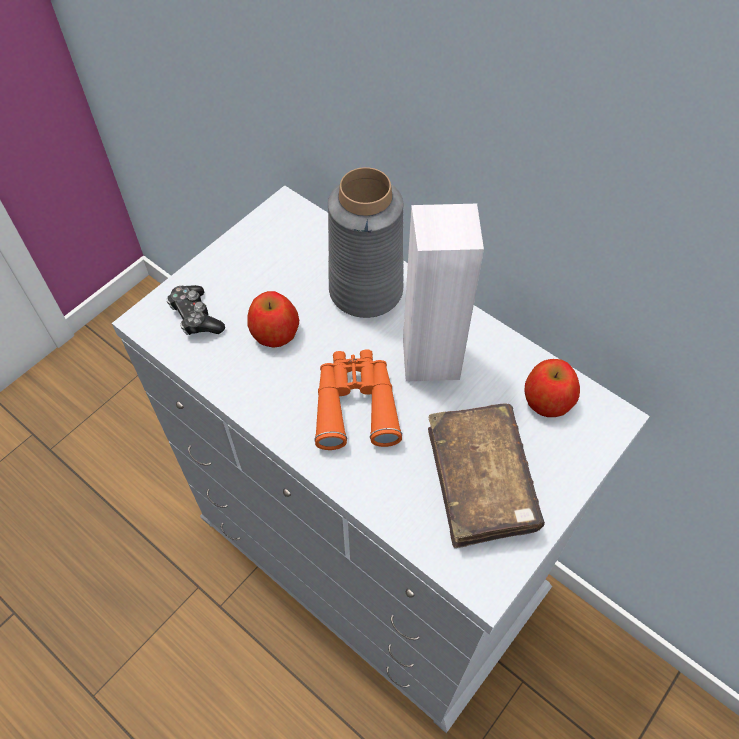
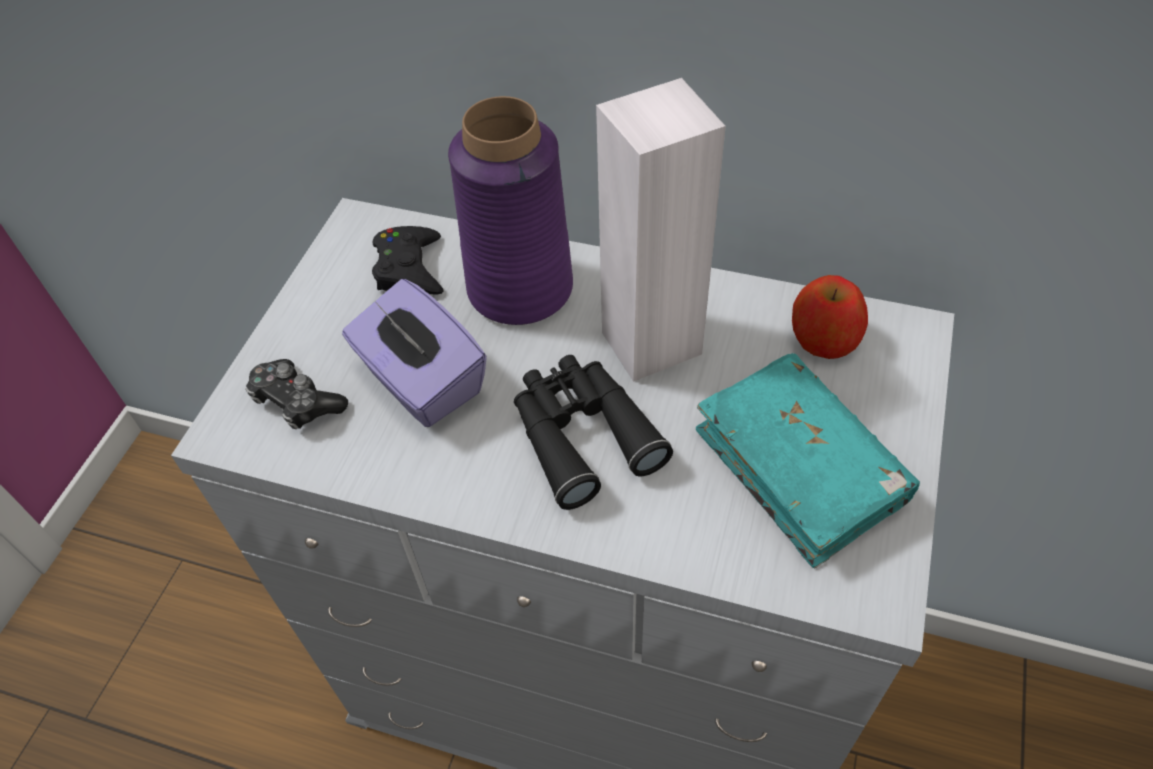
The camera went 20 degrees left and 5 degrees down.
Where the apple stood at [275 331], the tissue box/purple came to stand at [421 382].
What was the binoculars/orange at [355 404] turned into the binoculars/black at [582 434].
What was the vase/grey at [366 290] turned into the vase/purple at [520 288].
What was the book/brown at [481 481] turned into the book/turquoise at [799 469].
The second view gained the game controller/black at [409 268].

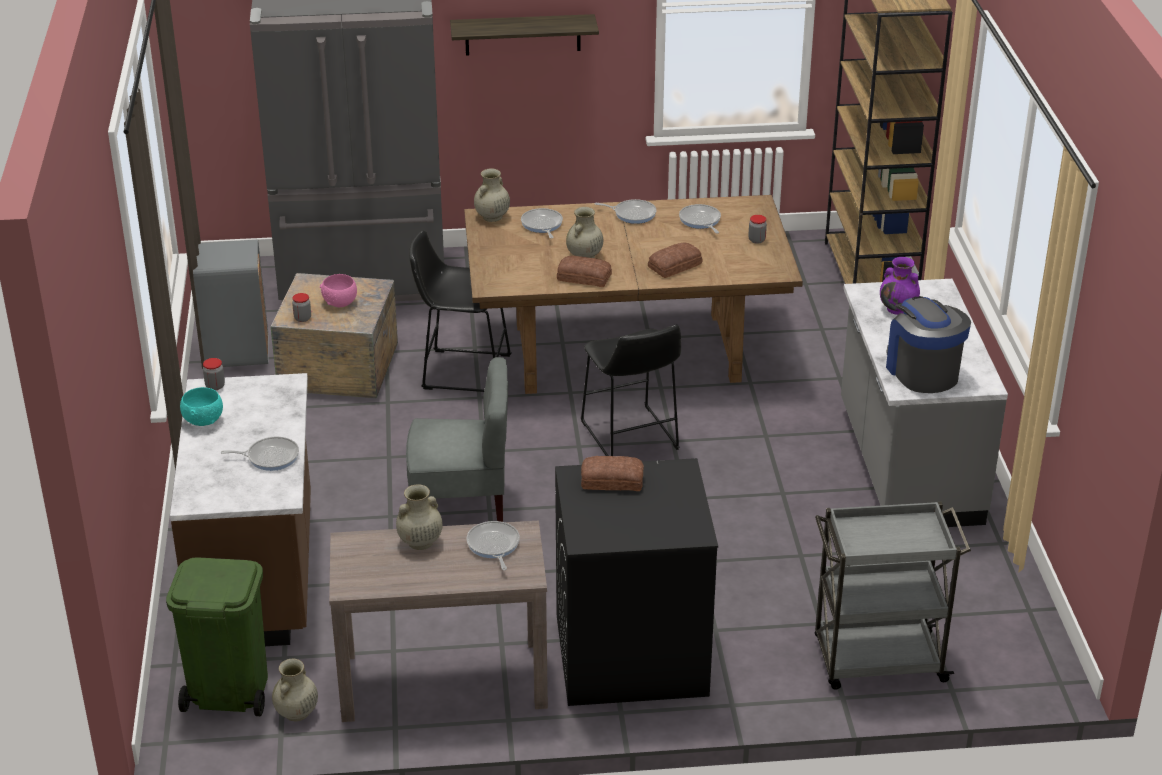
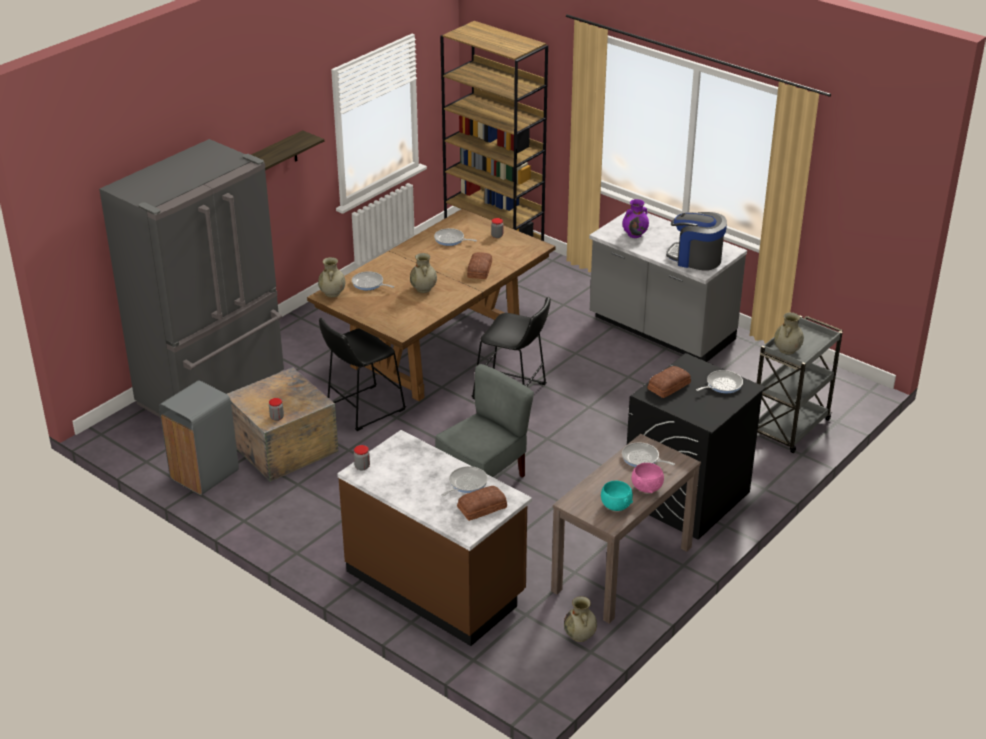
The camera went 45 degrees left and 0 degrees up.
The second view lost the trash can/green at [228 691].
The bowl/turquoise ended up elsewhere, having gone from [204 420] to [615 506].
The bowl/pink ended up elsewhere, having gone from [340 303] to [647 488].
The vase/beige ended up elsewhere, having gone from [419 542] to [787 350].
The bread ended up elsewhere, having gone from [584 277] to [481 507].
The frying pan ended up elsewhere, having gone from [632 214] to [722 385].

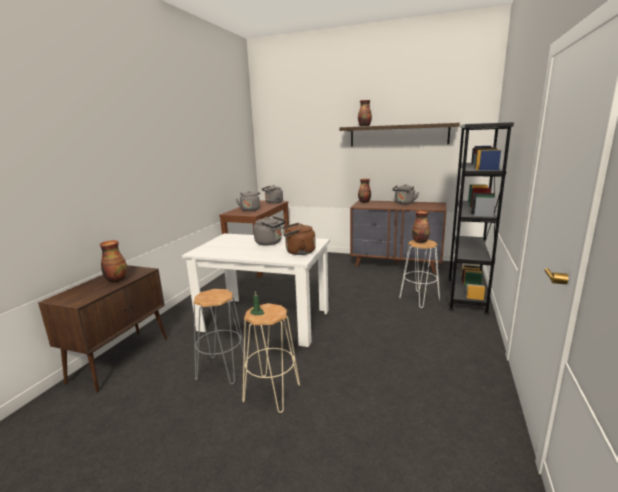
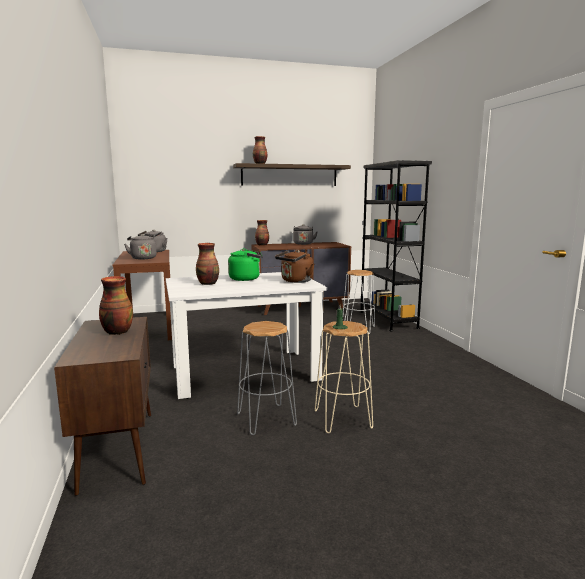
The camera went 35 degrees left and 5 degrees down.
What was the kettle/grey at [270 243] turned into the kettle/green at [246 279].
The vase ended up elsewhere, having gone from [420 241] to [208 283].

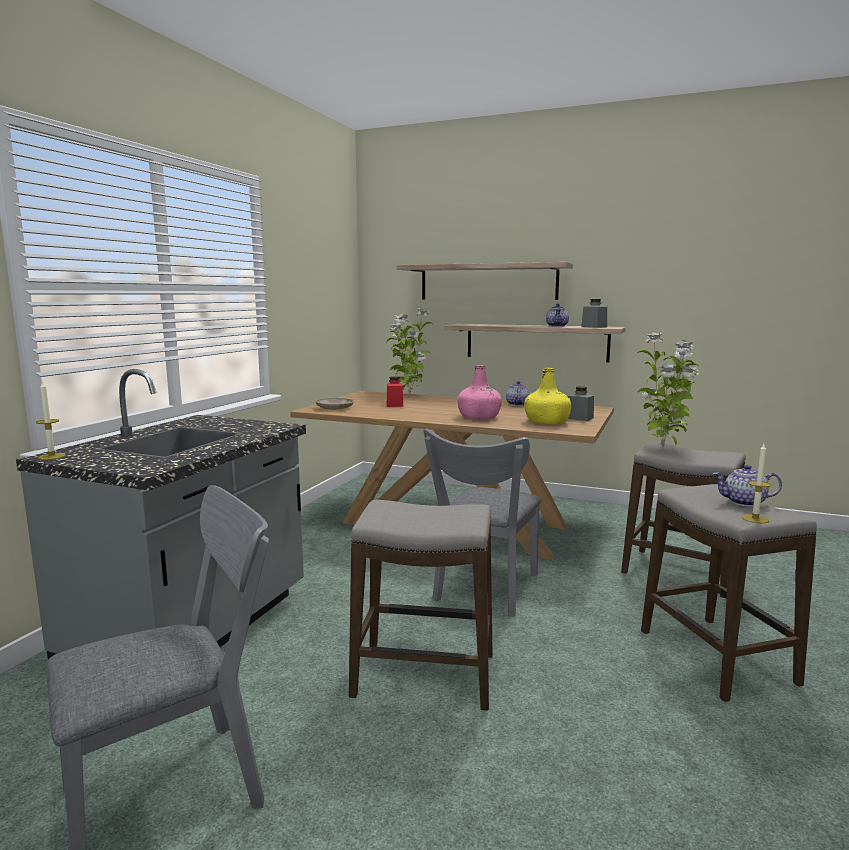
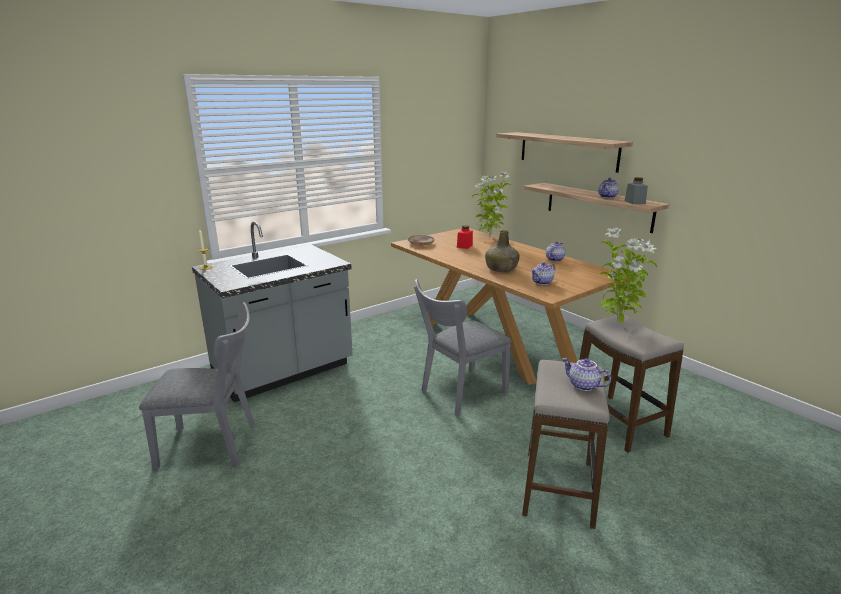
The camera went 30 degrees right and 10 degrees up.
The second view lost the stool at [424 675].
What was the bottle/pink at [479 417] turned into the bottle/green at [501 269].
Where the bottle/yellow stood at [547 422], the teapot came to stand at [542 282].
The second view lost the jar/grey at [579 418].
The second view lost the candle at [755 519].

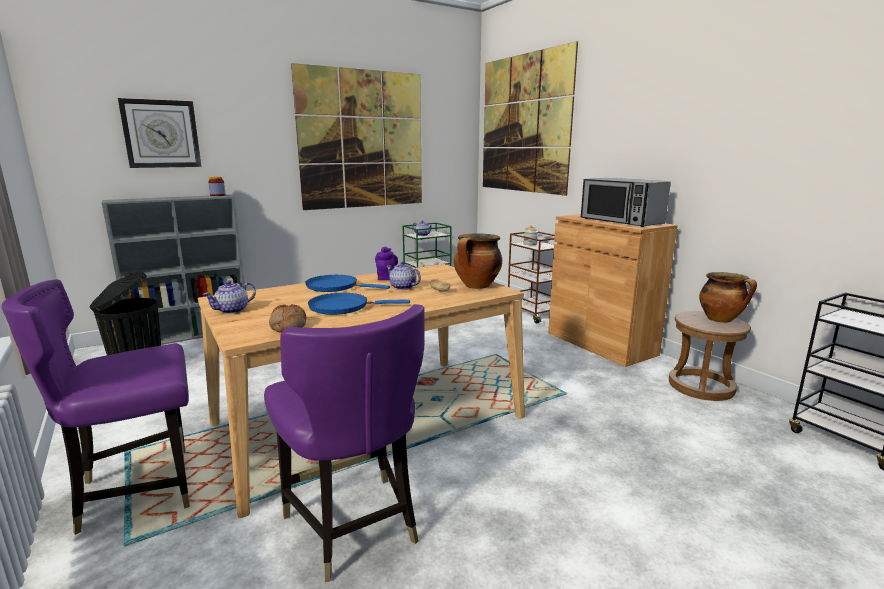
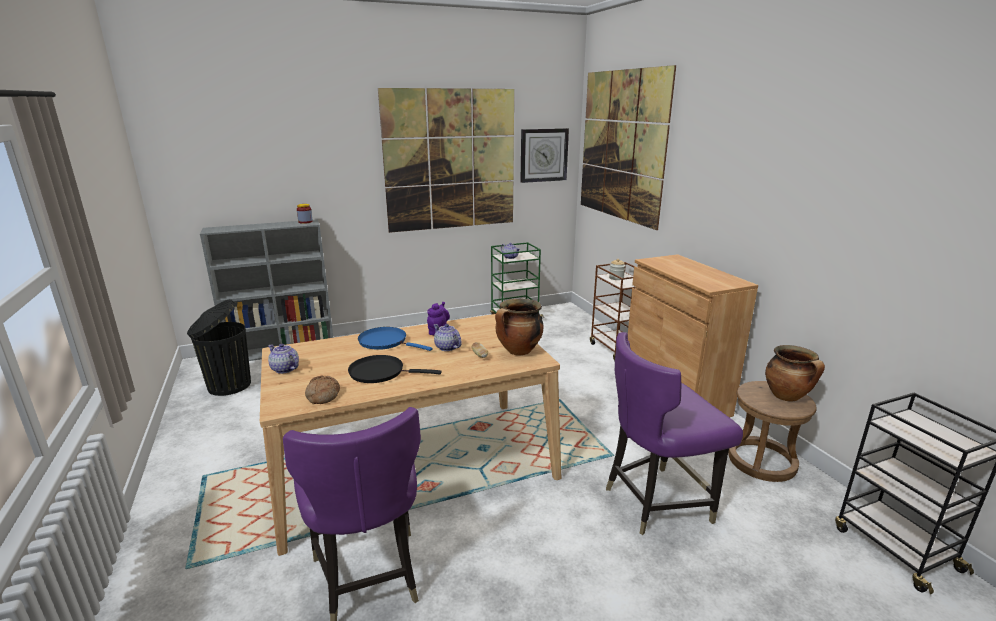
The camera went 10 degrees right and 5 degrees up.
The chair/purple ended up elsewhere, having gone from [138 490] to [656 501].
The wall clock ended up elsewhere, having gone from [161 134] to [543 155].
The teapot at [232 310] ended up facing another way, 75 degrees clockwise from before.
What was the frying pan/blue at [343 307] turned into the frying pan/black at [380 372].
The second view lost the microwave at [620 221].

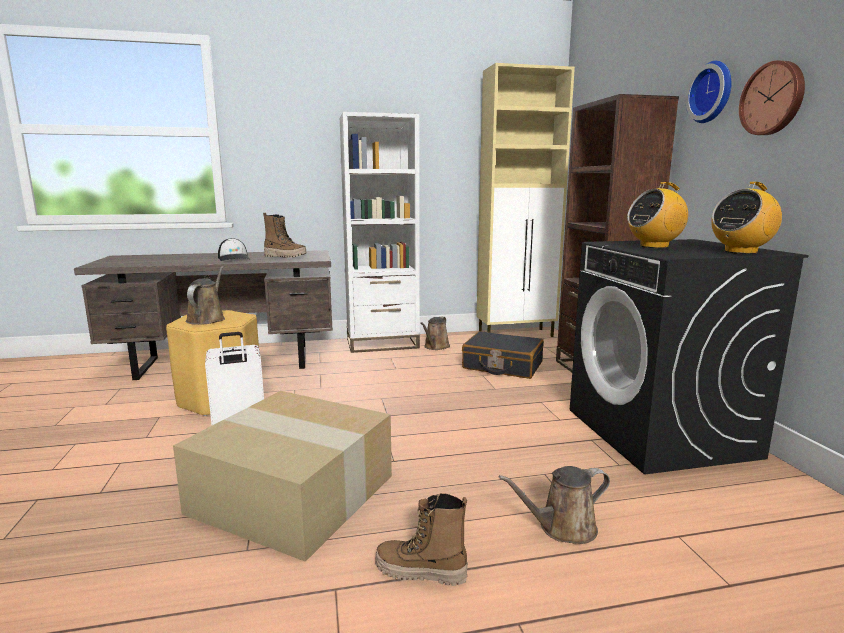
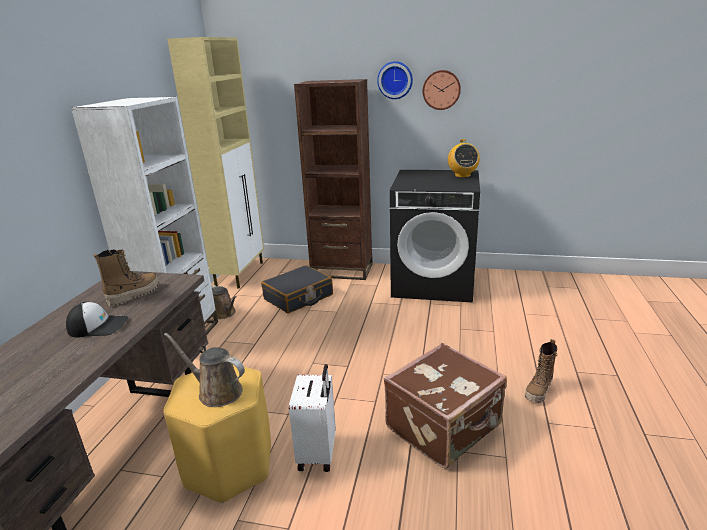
The camera went 65 degrees left and 10 degrees up.
Where the cardboard box stood at [296 493], the suitcase/brown came to stand at [444 427].
The second view lost the watering can/brown at [562 528].
The second view lost the radio at [654 246].

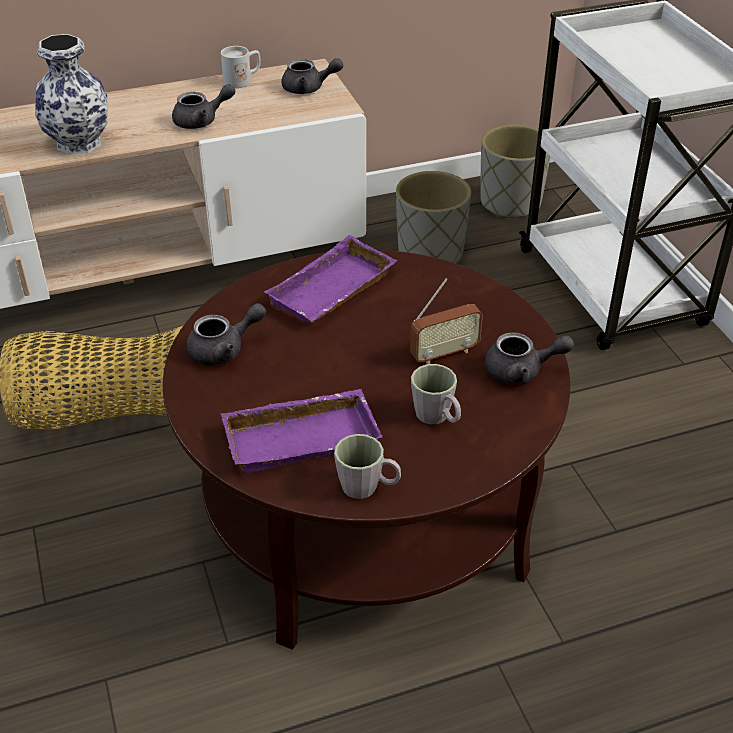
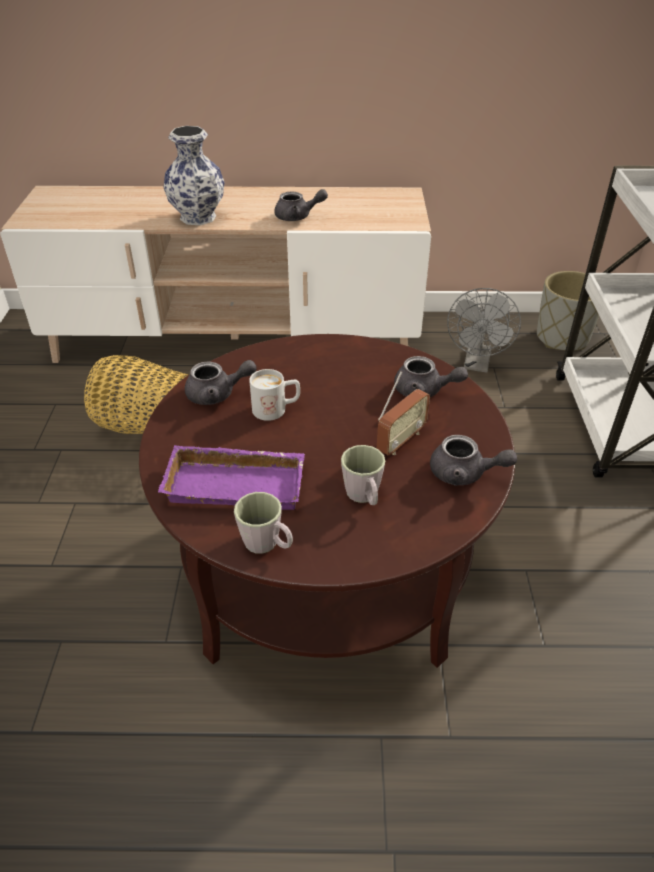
The camera went 20 degrees right and 0 degrees up.
The mug/white ended up elsewhere, having gone from [243 80] to [276 409].
The second view lost the tray/purple at [333 292].
The teapot/grey ended up elsewhere, having gone from [308 88] to [424 391].
Where the planter/grey stood at [431 253], the fan/grey came to stand at [477 364].
The radio at [444 354] ended up facing another way, 45 degrees counterclockwise from before.

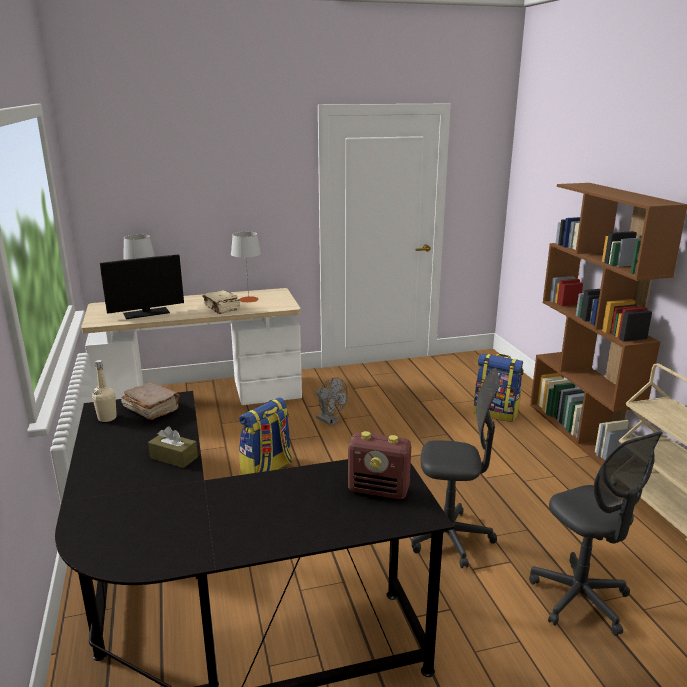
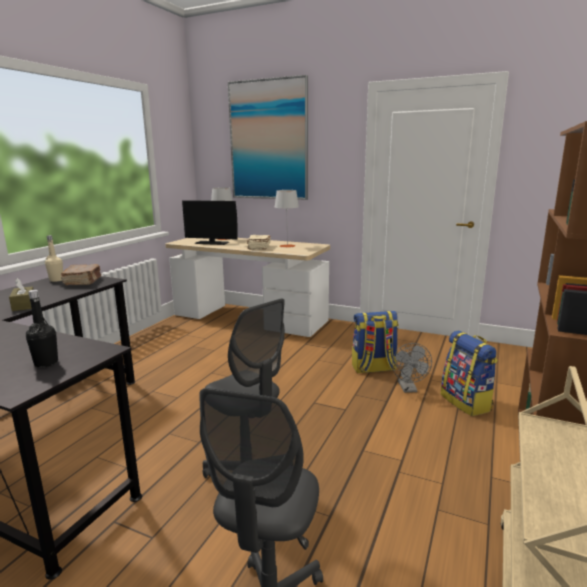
The camera went 40 degrees right and 5 degrees down.
The backpack ended up elsewhere, having gone from [267 469] to [373 369].
The fan/grey ended up elsewhere, having gone from [330 421] to [408 389].
Where the radio stood at [379 490], the bottle/black came to stand at [46 363].
The second view gained the picture at [268 140].

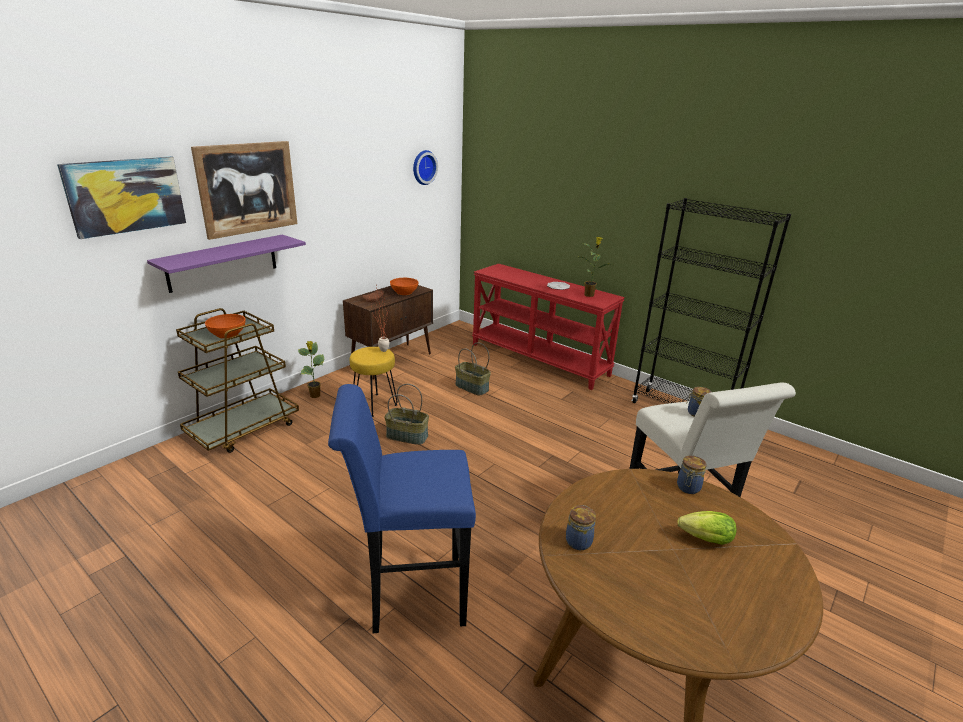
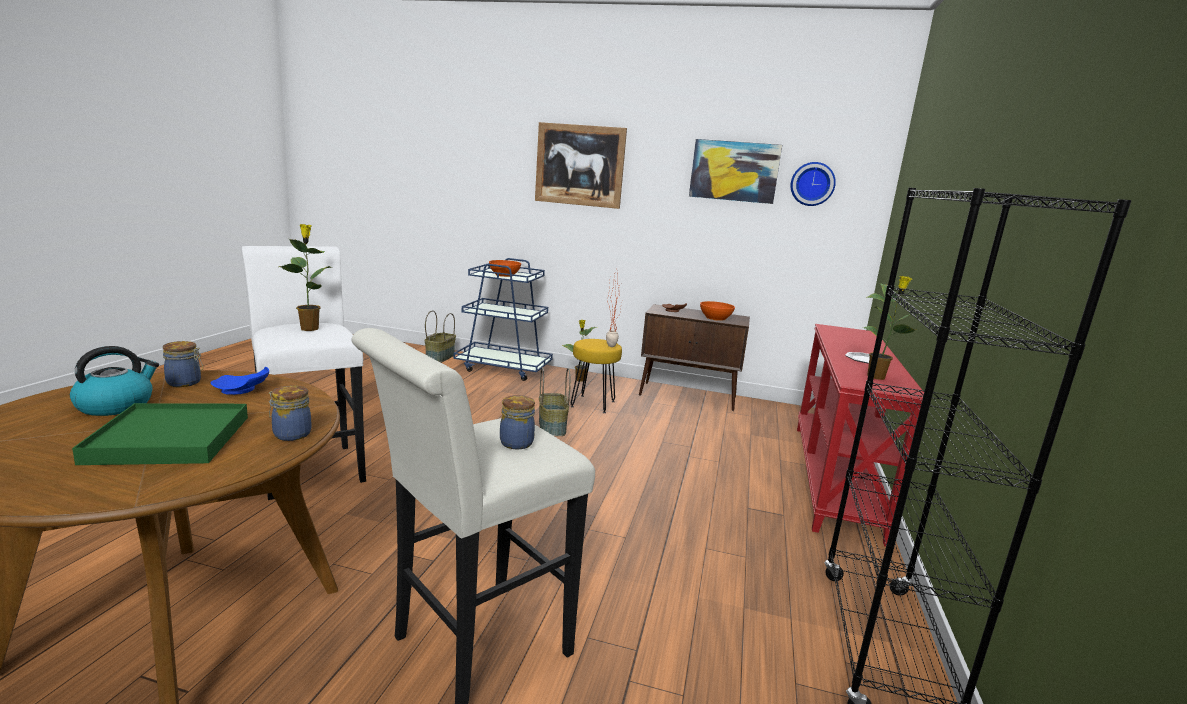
The camera went 65 degrees right and 10 degrees down.
The picture ended up elsewhere, having gone from [126 195] to [734 171].
The second view lost the shelf/purple at [223 262].
What was the cart/brown at [244 429] turned into the cart/blue at [503 368].
What was the stool/blue at [408 593] turned into the stool/white at [310 467].
The basket ended up elsewhere, having gone from [471 387] to [440 357].
Where the lettuce stood at [702 539], the tray/green came to stand at [169 439].
The second view gained the kettle at [116 405].
The second view gained the plate/blue at [242 390].
The second view gained the potted plant at [309 328].

